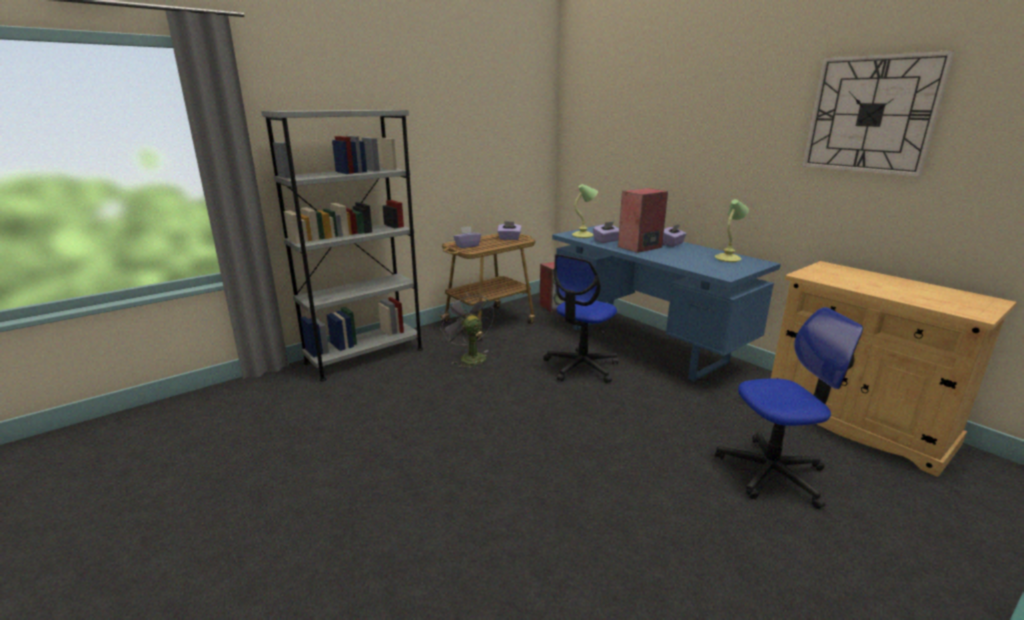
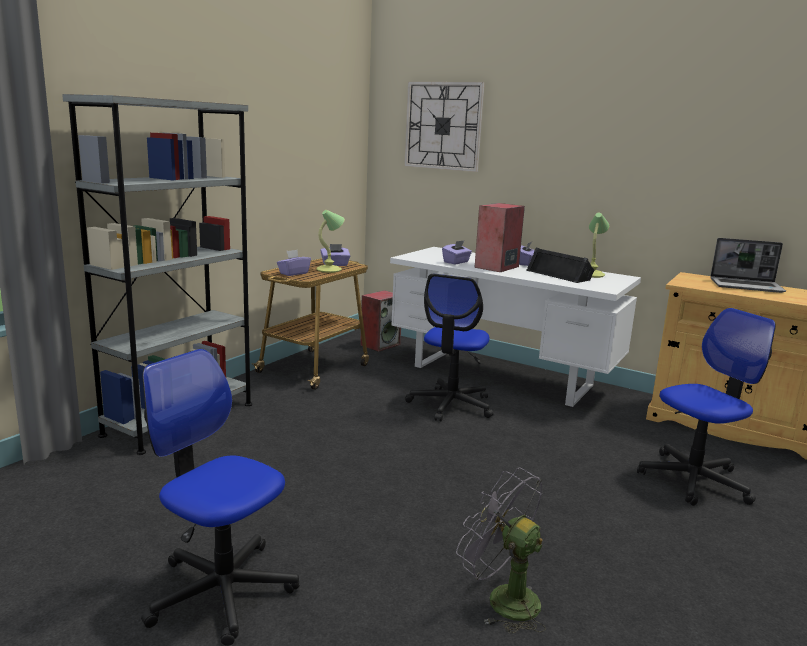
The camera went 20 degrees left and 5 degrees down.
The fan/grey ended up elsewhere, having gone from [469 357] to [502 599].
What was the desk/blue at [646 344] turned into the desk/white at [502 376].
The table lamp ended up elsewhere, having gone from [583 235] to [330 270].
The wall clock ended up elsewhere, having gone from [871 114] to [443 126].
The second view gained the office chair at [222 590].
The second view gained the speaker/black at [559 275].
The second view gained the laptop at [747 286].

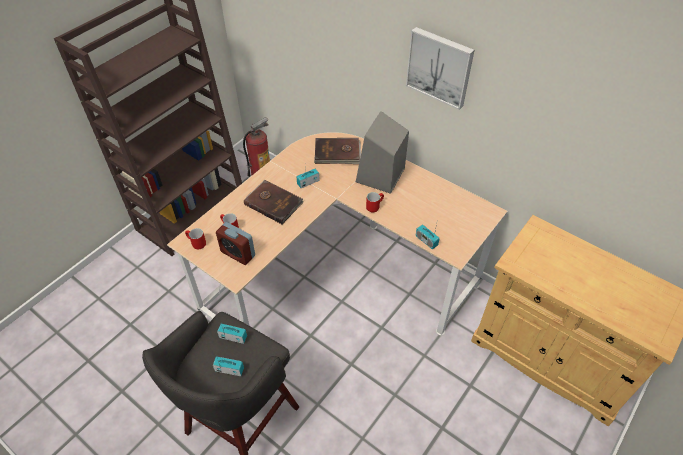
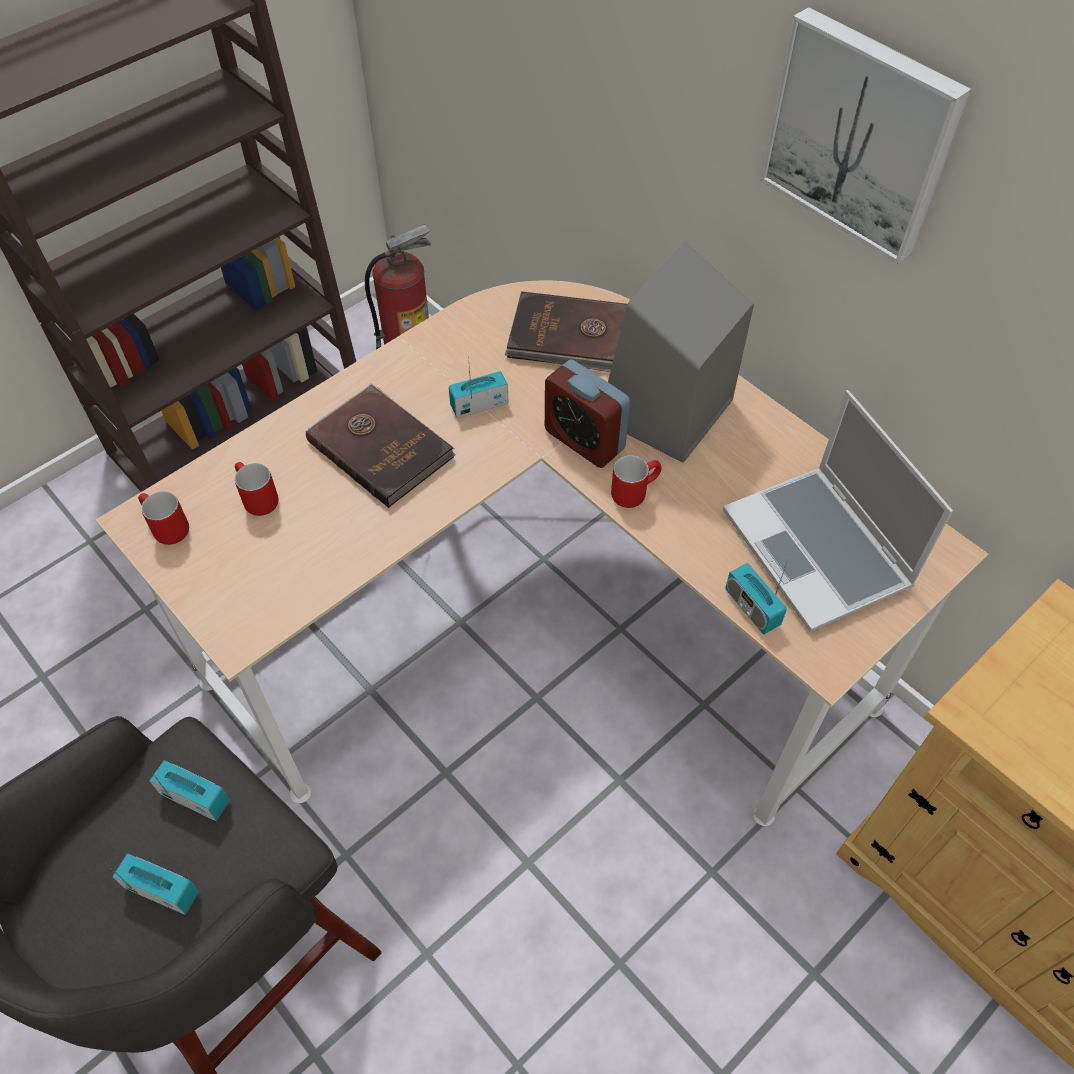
The camera went 10 degrees right and 5 degrees up.
The alarm clock ended up elsewhere, having gone from [238 254] to [584 440].
The second view gained the laptop at [819 550].

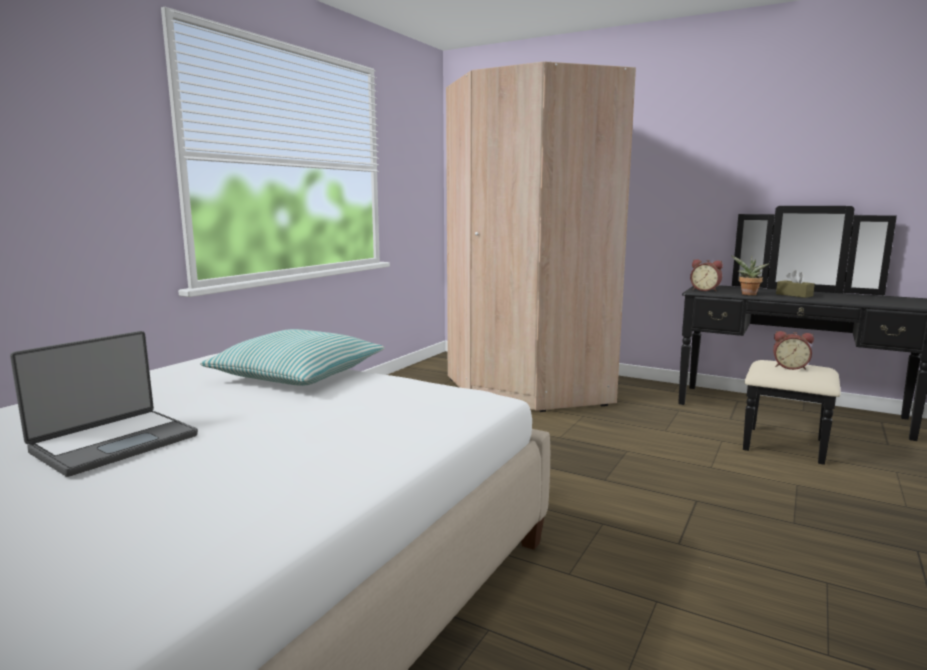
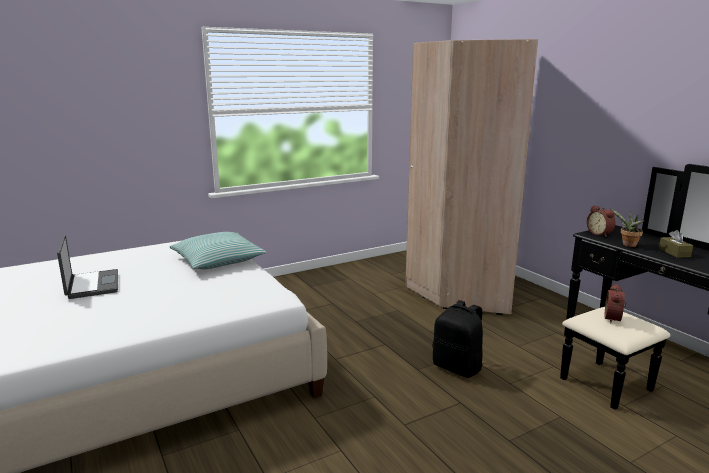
The camera went 30 degrees right and 5 degrees up.
The laptop at [114 443] ended up facing another way, 90 degrees counterclockwise from before.
The alarm clock at [790 367] ended up facing another way, 60 degrees clockwise from before.
The second view gained the backpack/black at [458 367].

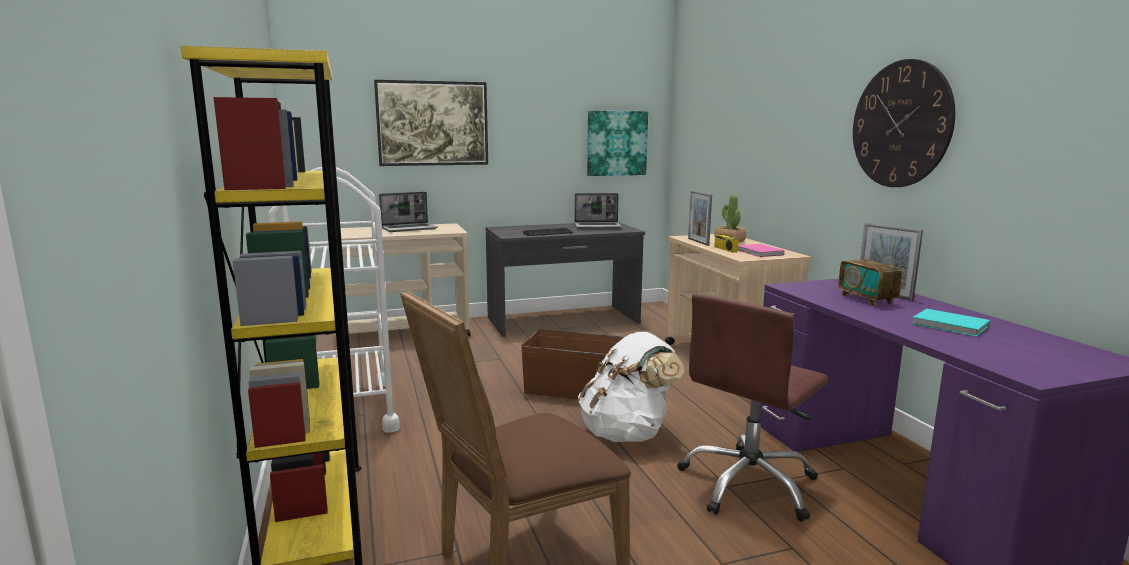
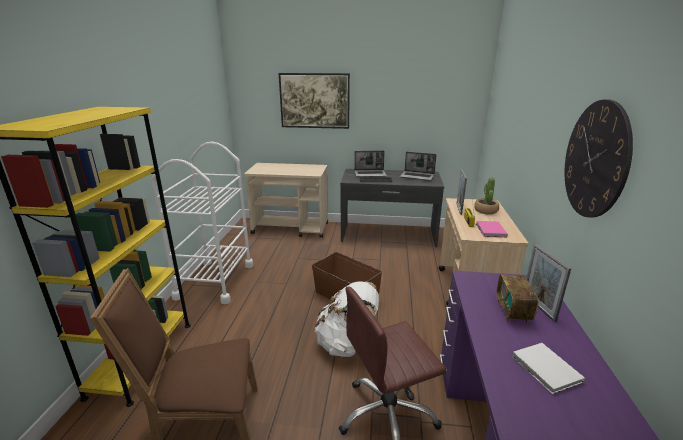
The camera went 25 degrees right and 10 degrees up.
The laptop ended up elsewhere, having gone from [409 228] to [370 174].
The second view lost the picture at [616 143].
What was the book/turquoise at [951 326] turned into the book/white at [546 370].

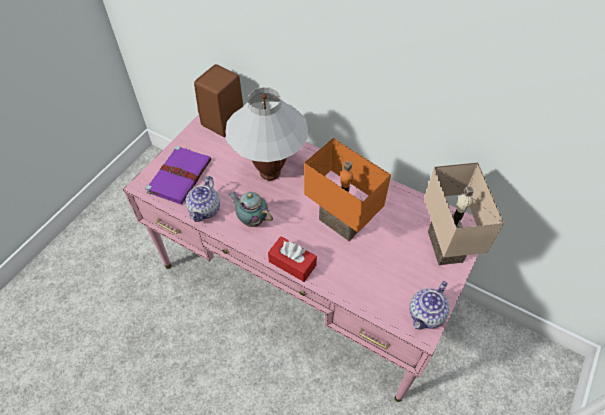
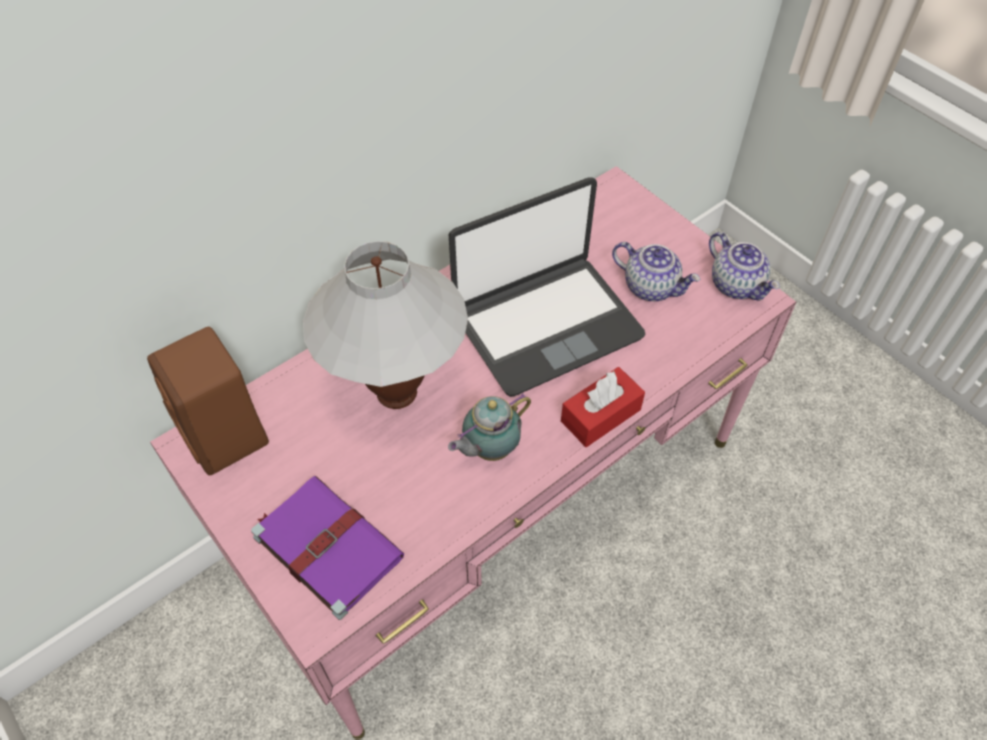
The camera went 70 degrees left and 0 degrees up.
The teapot ended up elsewhere, having gone from [205 210] to [651 287].
Where the table lamp/orange stood at [343 221], the laptop came to stand at [546 325].
The second view lost the table lamp/beige at [447 246].

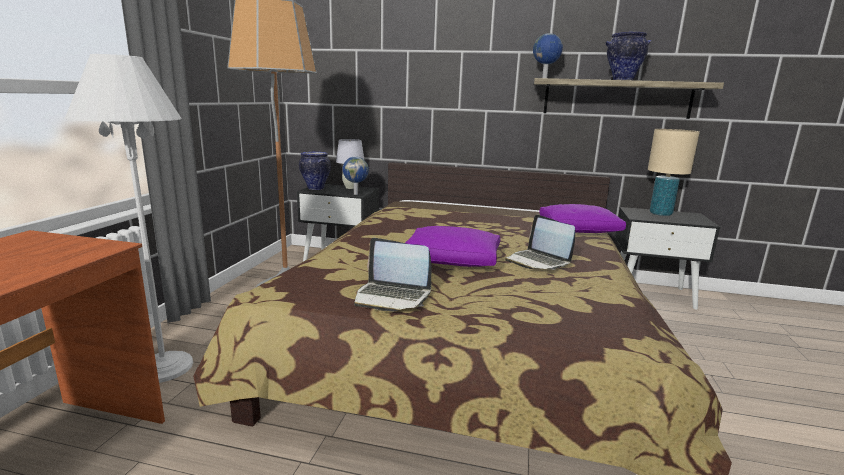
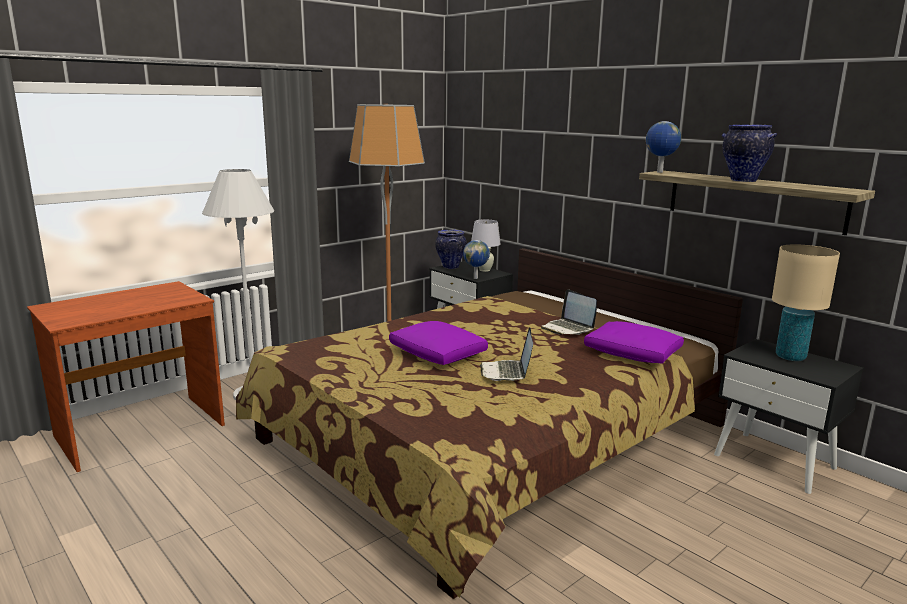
The camera went 35 degrees right and 0 degrees up.
The laptop ended up elsewhere, having gone from [392 297] to [568 329].

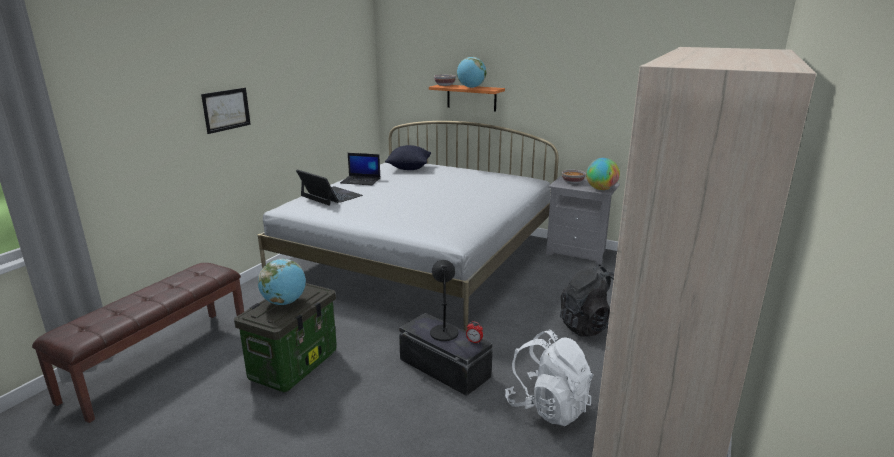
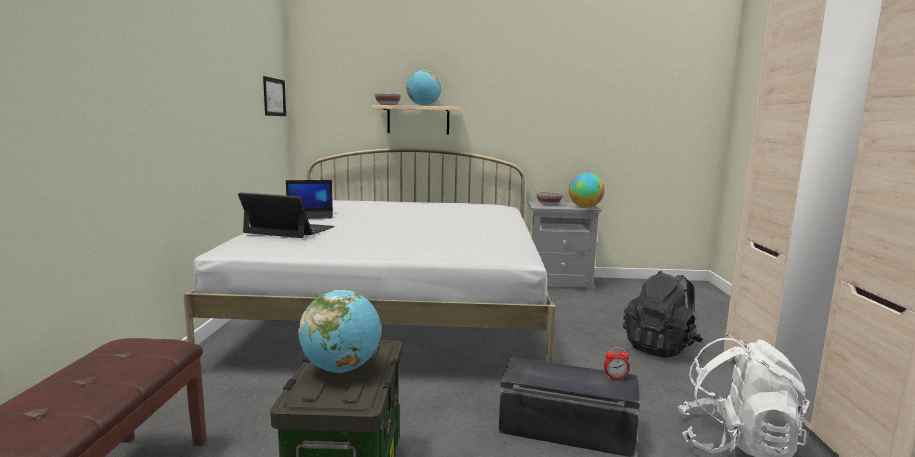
The camera went 25 degrees left and 10 degrees down.
The picture ended up elsewhere, having gone from [226 110] to [274 97].
The second view lost the pillow/black at [409 168].
What was the shelf/orange at [471 97] turned into the shelf/beige at [418 120].
The second view lost the table lamp/black at [443 332].

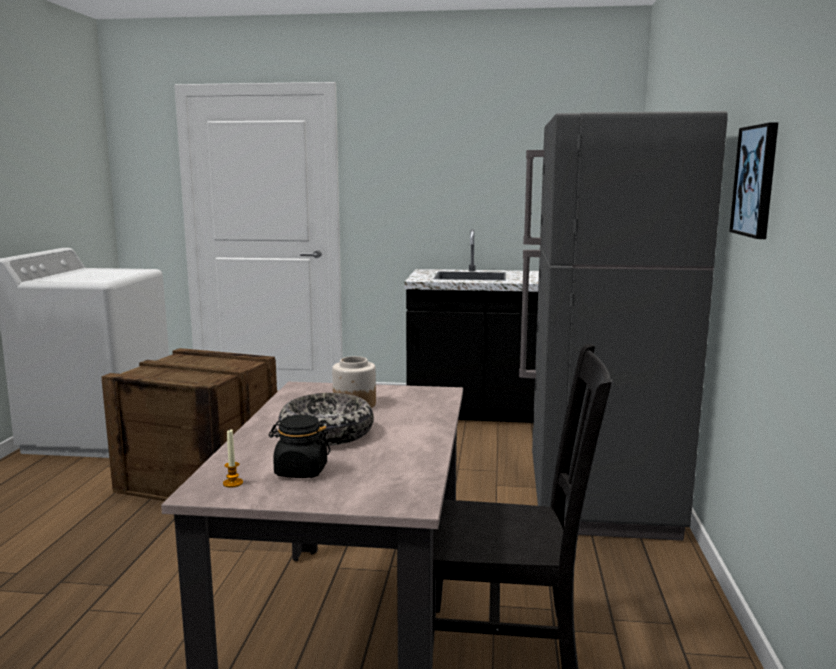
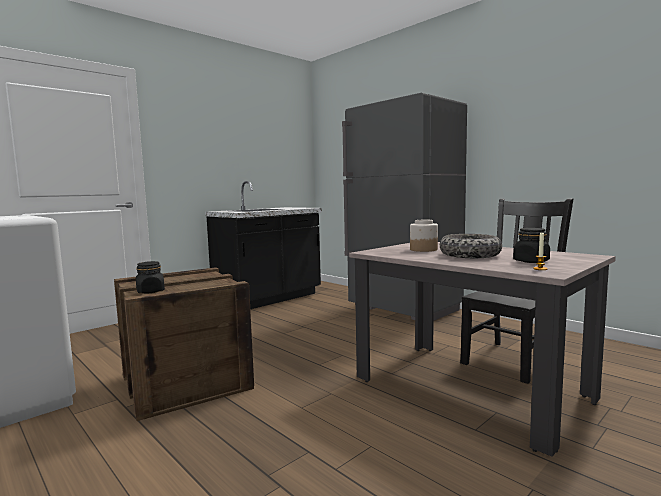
The camera went 50 degrees left and 5 degrees down.
The second view lost the picture at [756 181].
The second view gained the jar/black at [150 291].

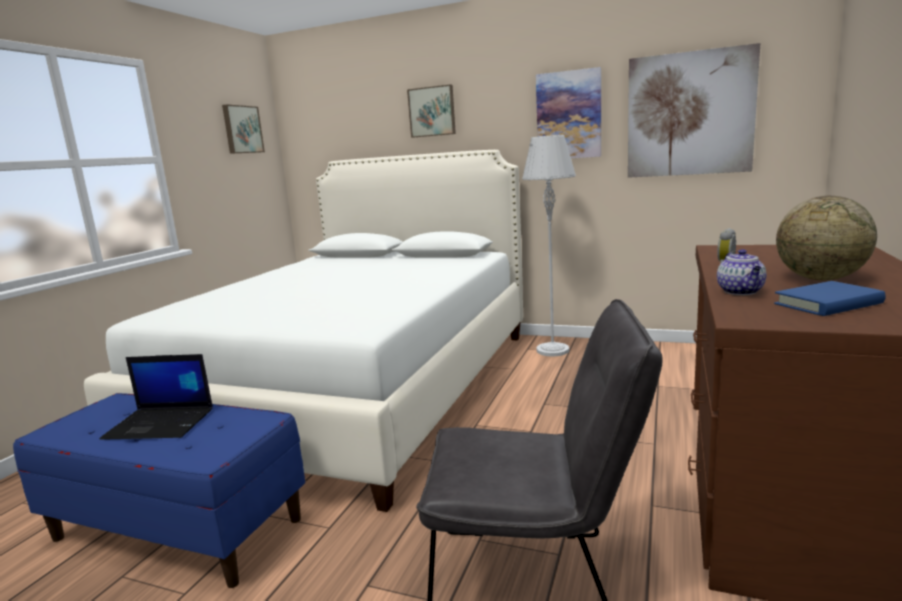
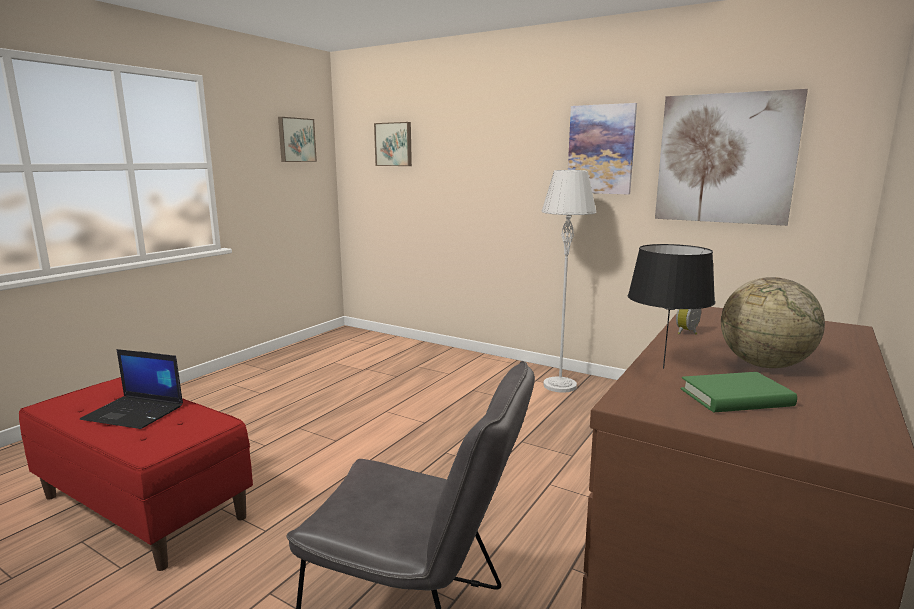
The camera went 10 degrees right and 0 degrees up.
What was the bench/blue at [178 528] turned into the bench/red at [144 506].
The second view lost the bed/white at [357 386].
The picture ended up elsewhere, having gone from [432 111] to [394 144].
Where the teapot stood at [741 292], the table lamp/black came to stand at [664 369].
What was the book/blue at [828 304] turned into the book/green at [736 398].

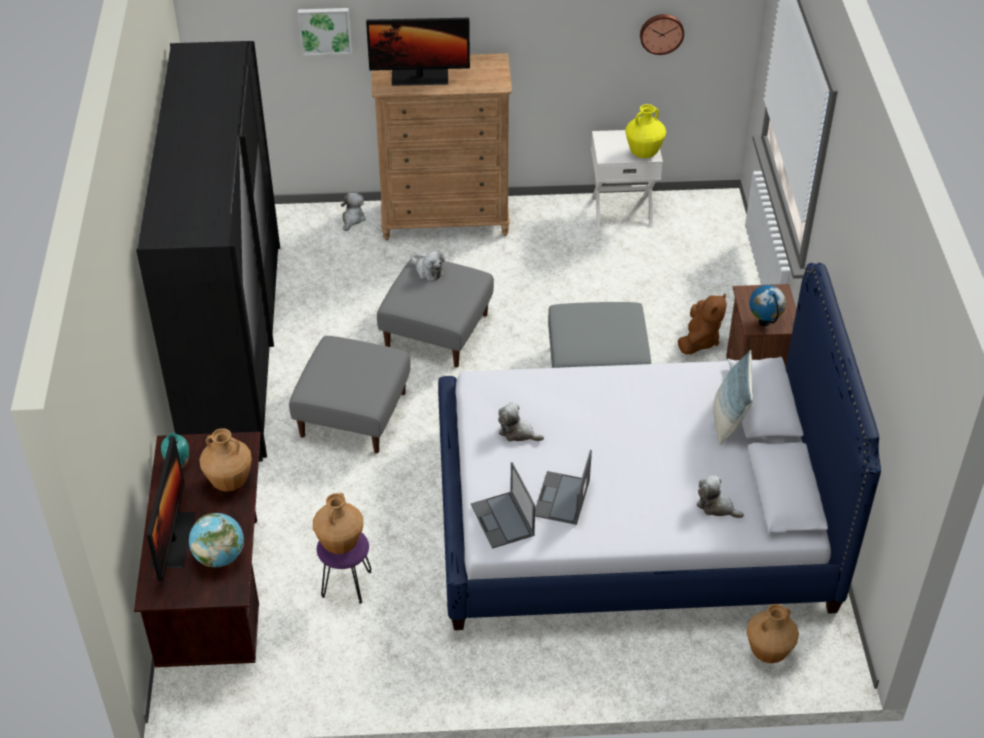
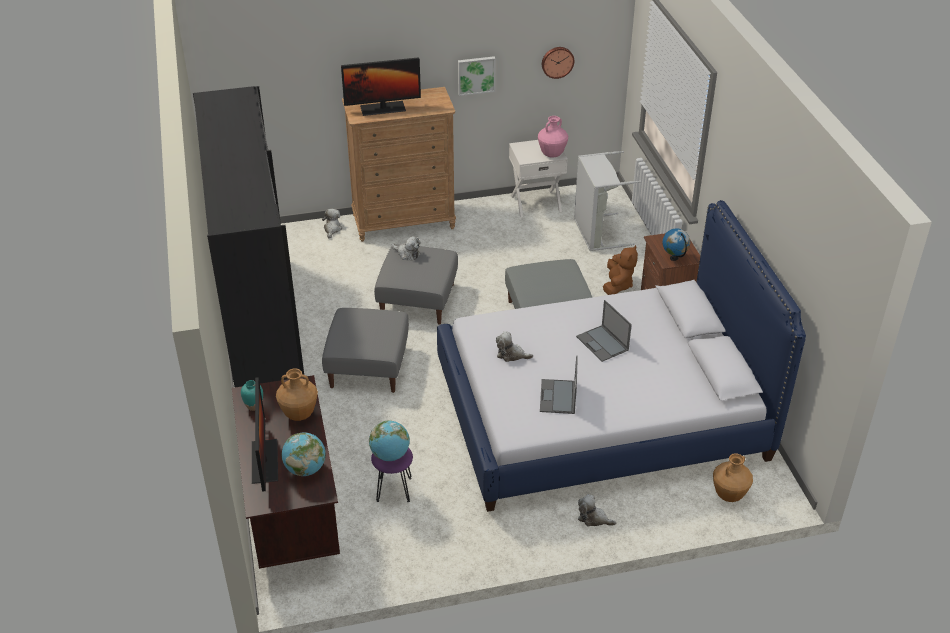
The camera went 10 degrees left and 5 degrees down.
The picture ended up elsewhere, having gone from [325 30] to [476 75].
Where the vase/brown stood at [340 545], the globe came to stand at [390 455].
The laptop ended up elsewhere, having gone from [503 520] to [603 343].
What was the vase/yellow at [644 153] turned into the vase/pink at [552 154].
The plush toy ended up elsewhere, having gone from [716 506] to [593 518].
The second view lost the pillow at [728 420].
The second view gained the laundry basket/grey at [596 233].

